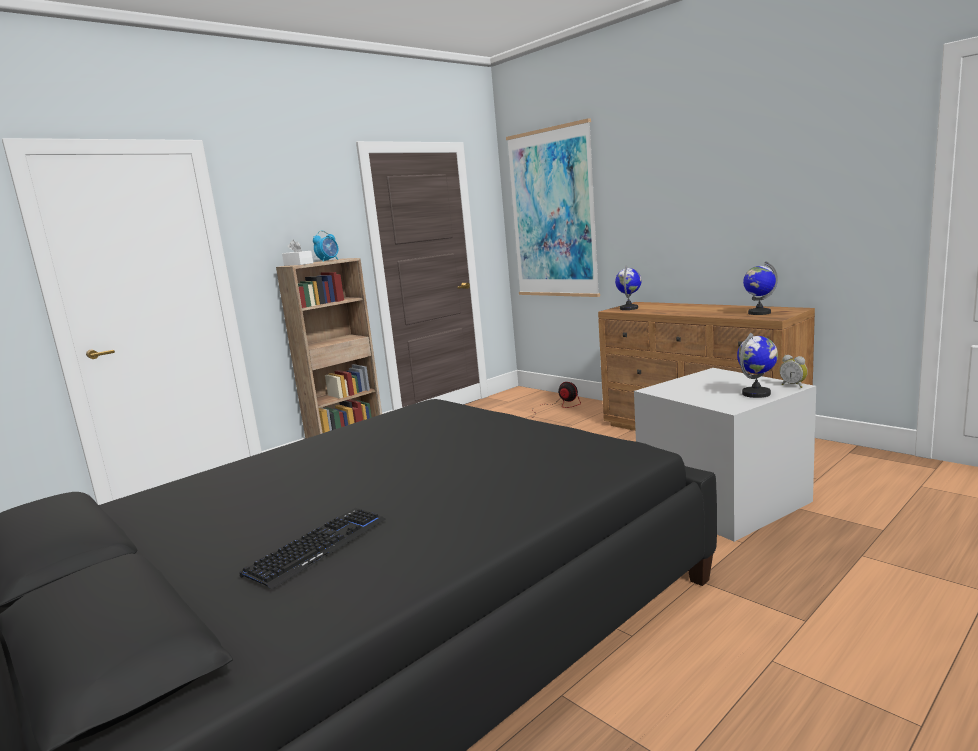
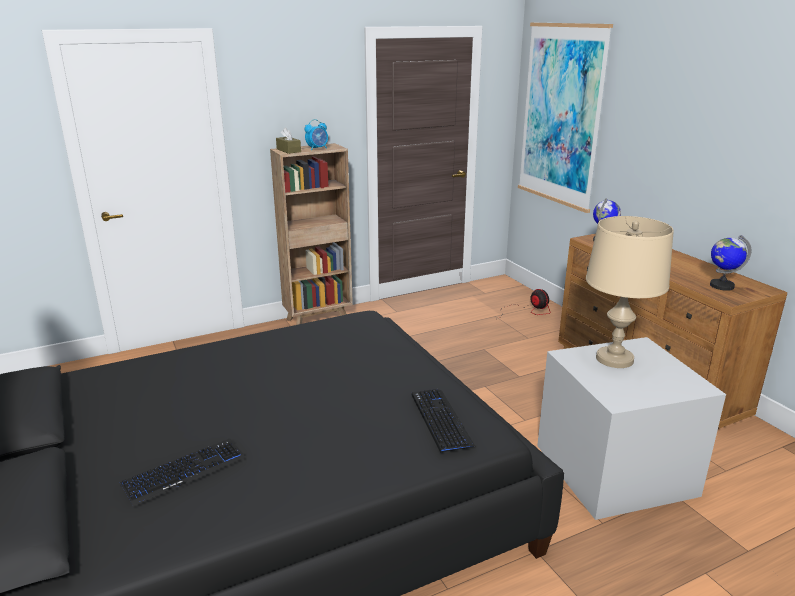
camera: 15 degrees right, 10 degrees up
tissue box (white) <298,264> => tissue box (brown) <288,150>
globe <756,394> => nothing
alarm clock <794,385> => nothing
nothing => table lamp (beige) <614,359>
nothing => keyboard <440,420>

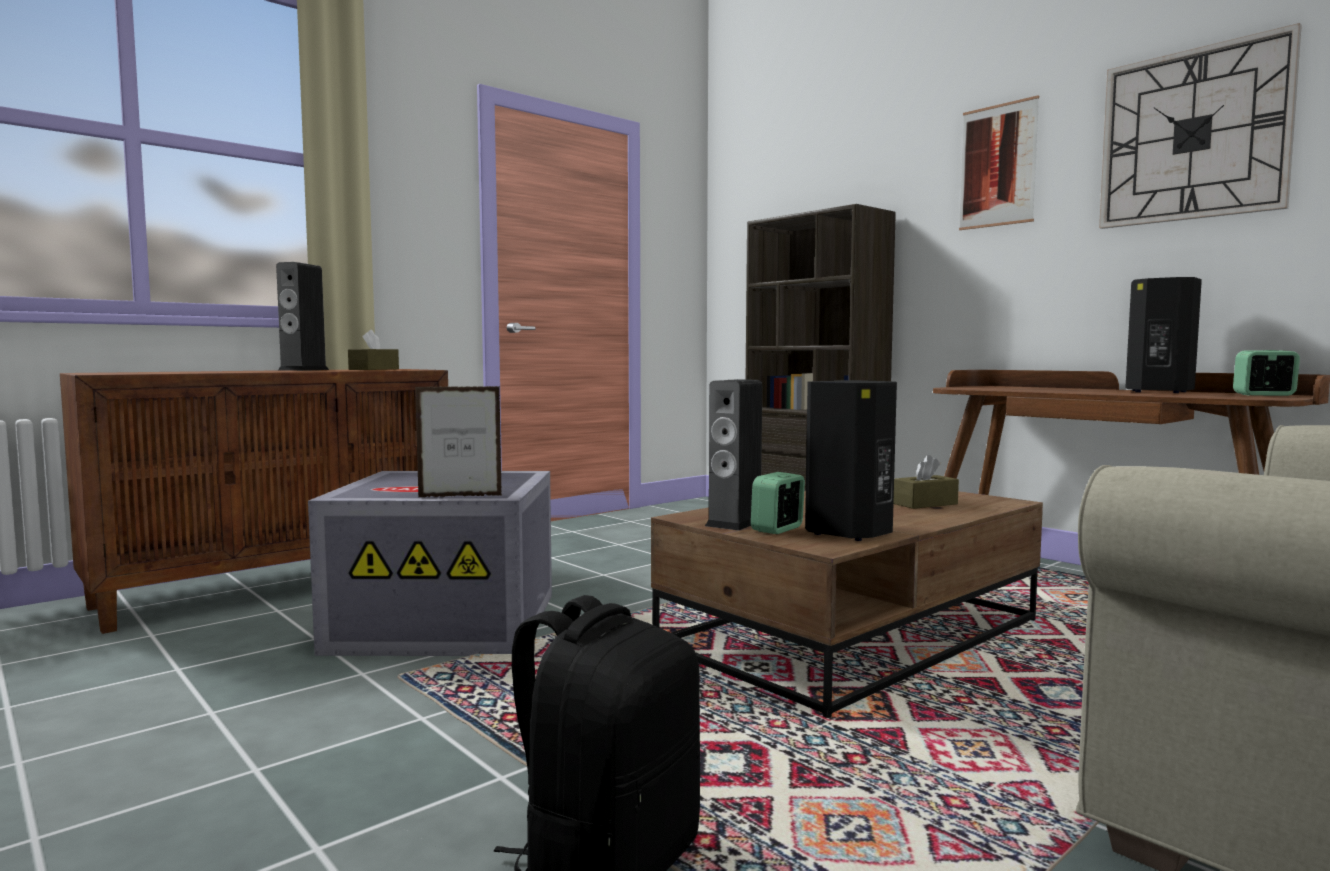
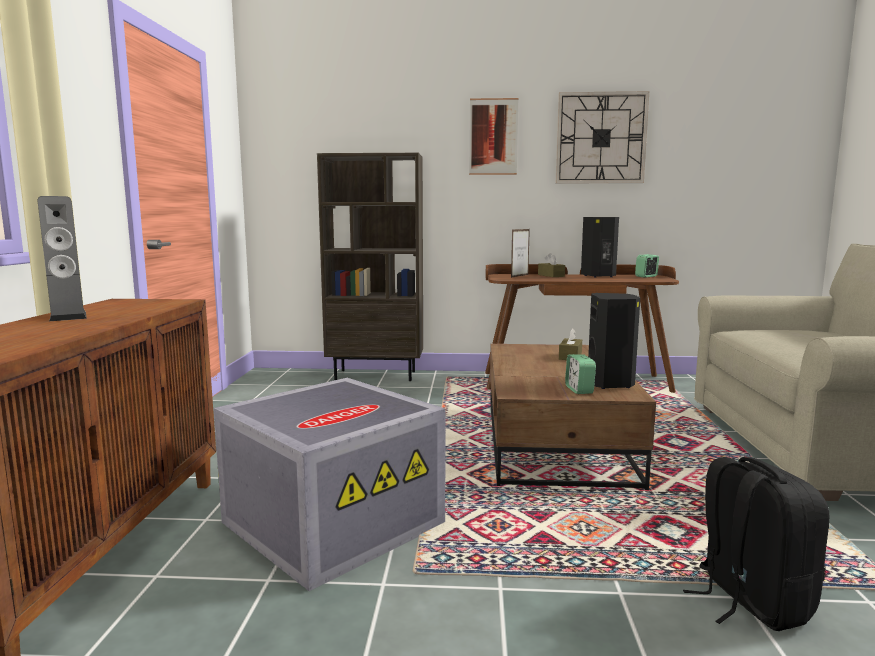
camera: 45 degrees left, 5 degrees up
tissue box (brown) <374,369> => tissue box (brown) <551,275>, moved
speaker <735,523> => nothing
picture frame <460,496> => picture frame <519,276>, moved

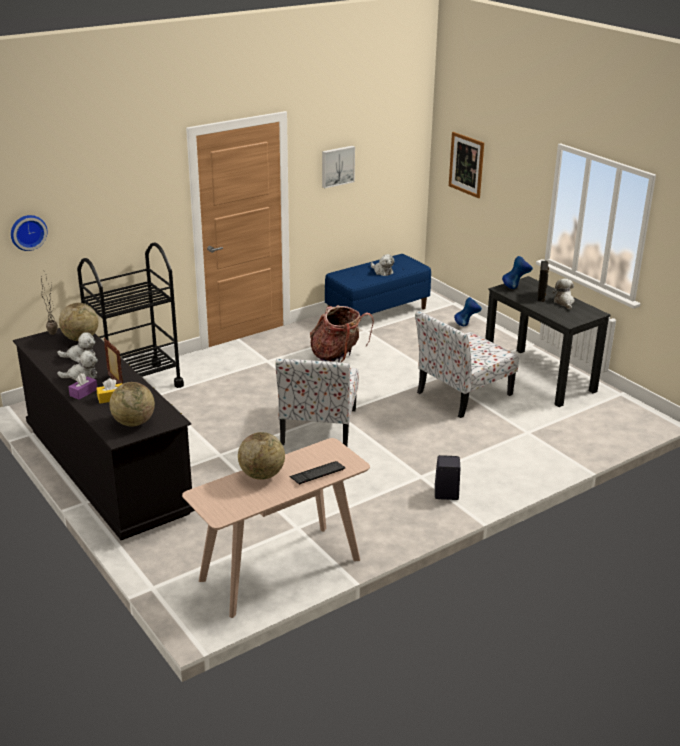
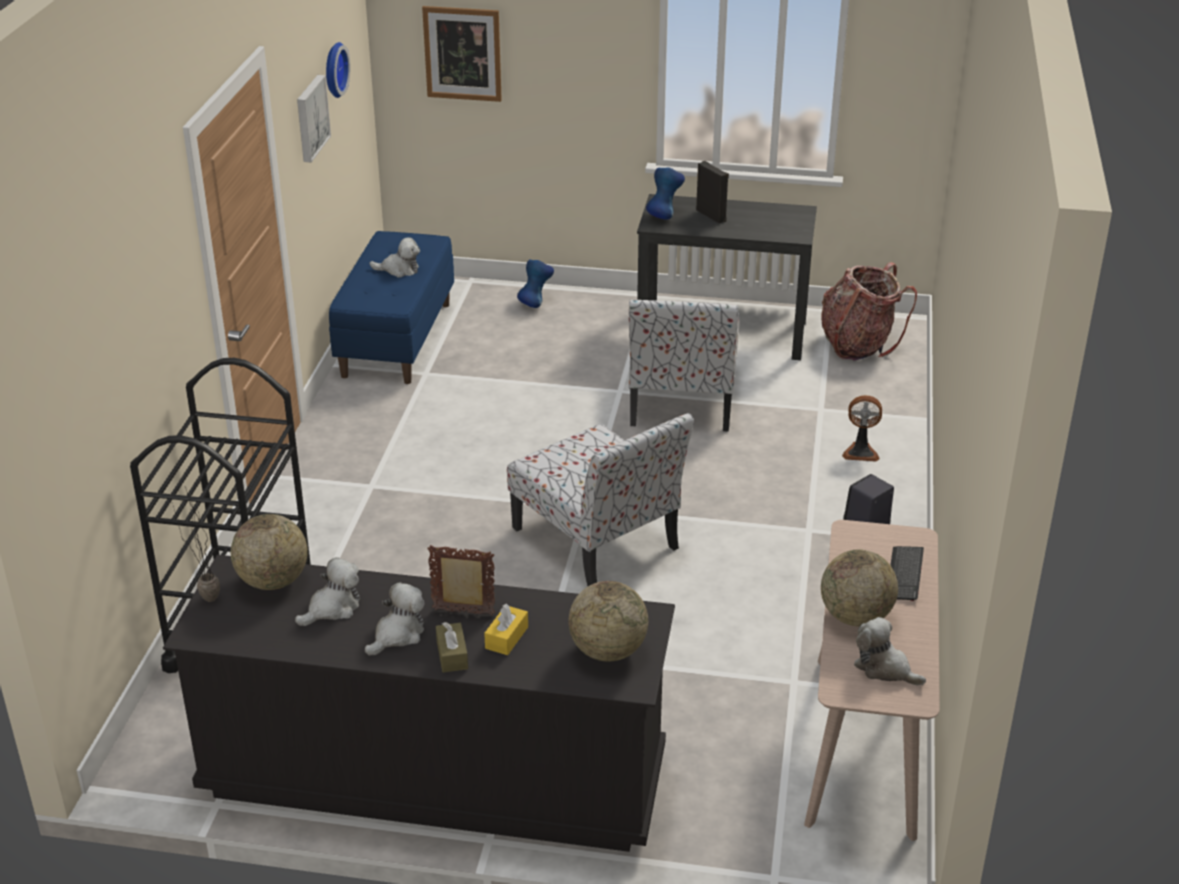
camera: 45 degrees left, 5 degrees up
wall clock <27,232> => wall clock <333,69>, moved
plush toy <564,302> => plush toy <884,668>, moved
backpack <338,355> => backpack <858,345>, moved
tissue box (purple) <83,392> => tissue box (brown) <452,655>
nothing => fan <860,452>

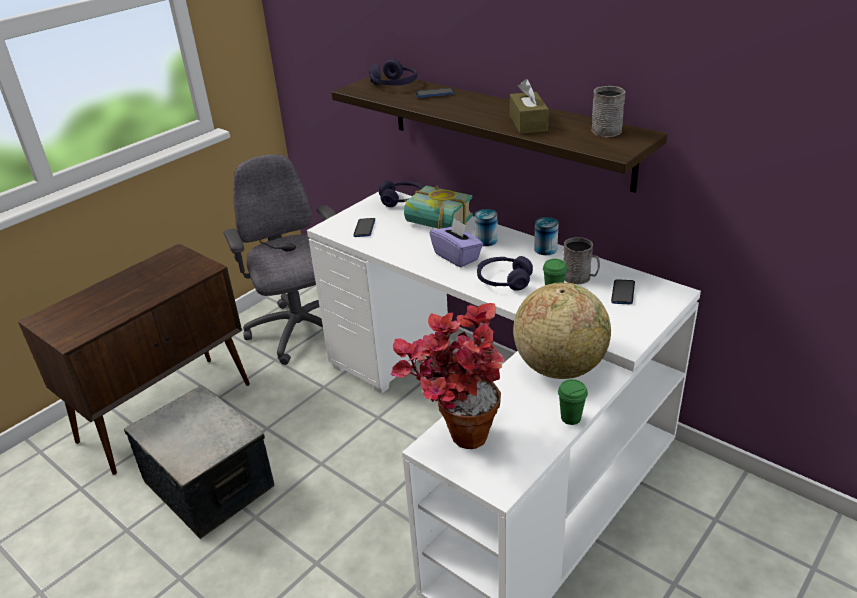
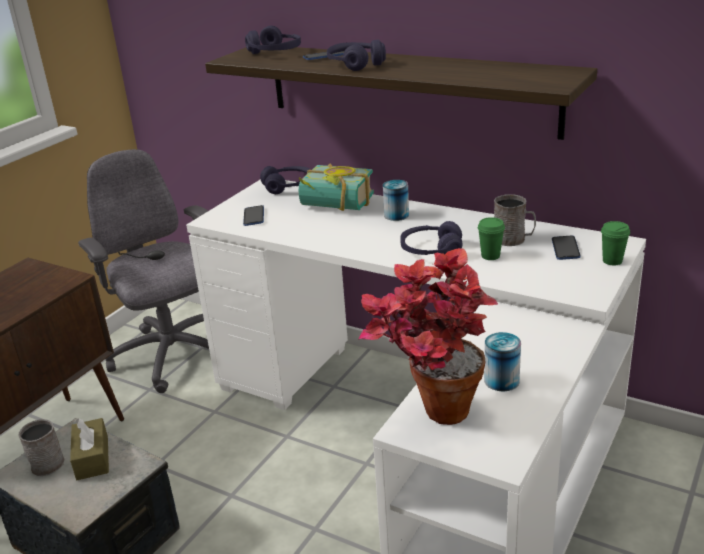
camera: 10 degrees left, 5 degrees down
tissue box (brown) <528,123> => tissue box (brown) <92,458>, moved
mug (grey) <605,129> => mug (grey) <48,461>, moved
can <545,249> => can <501,380>, moved
tissue box (purple) <457,256> => nothing
globe <559,367> => nothing
cup (green) <571,418> => cup (green) <612,261>, moved
nothing => headphones (purple) <356,64>

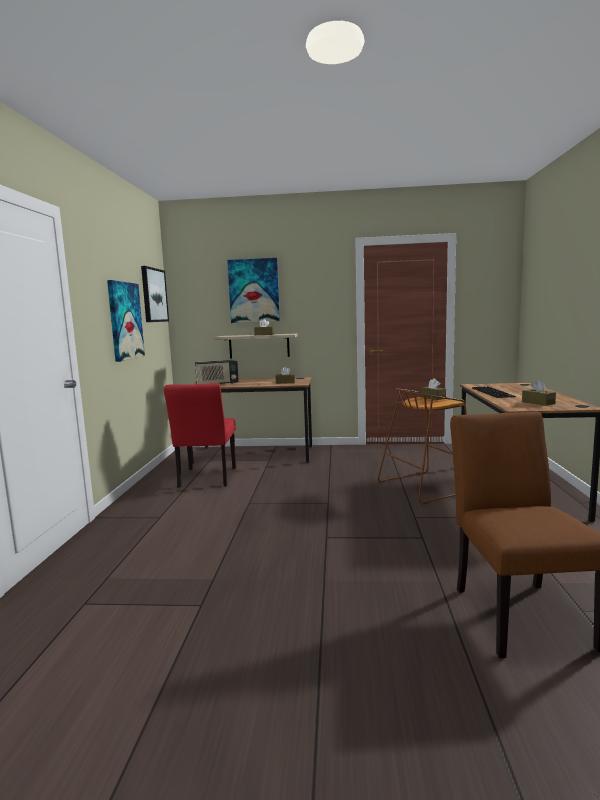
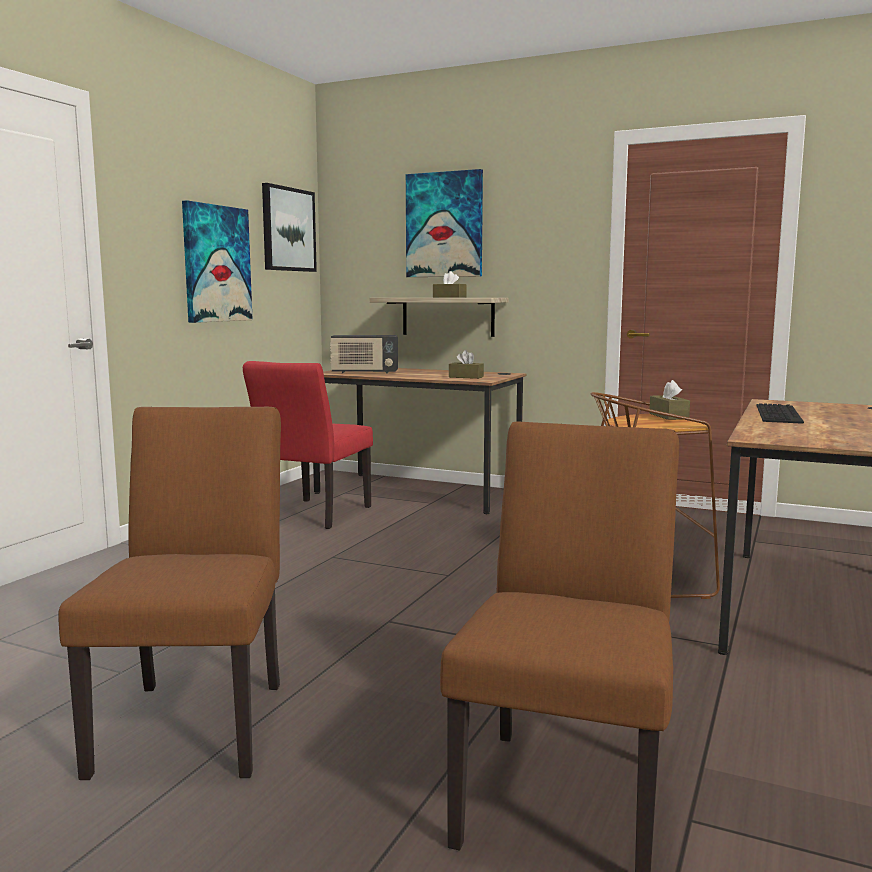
camera: 20 degrees right, 0 degrees up
tissue box (brown) <538,403> => nothing
nothing => chair (brown) <197,718>

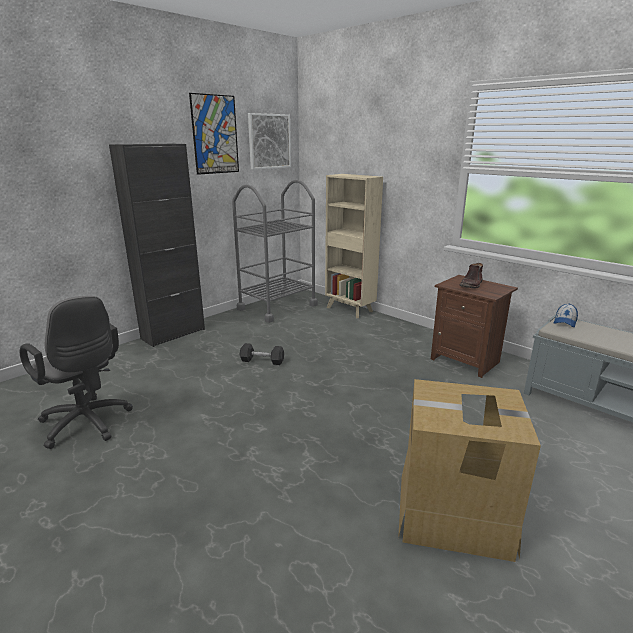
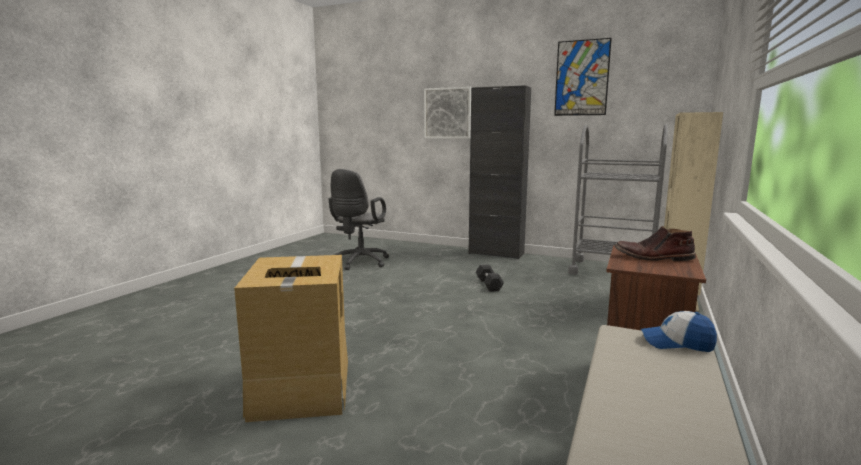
camera: 70 degrees right, 10 degrees down
picture <269,141> => picture <447,113>, moved

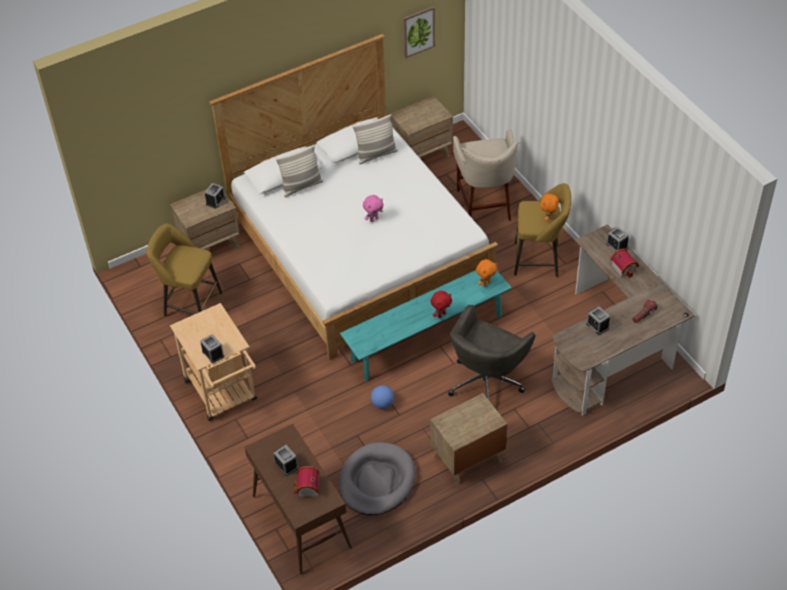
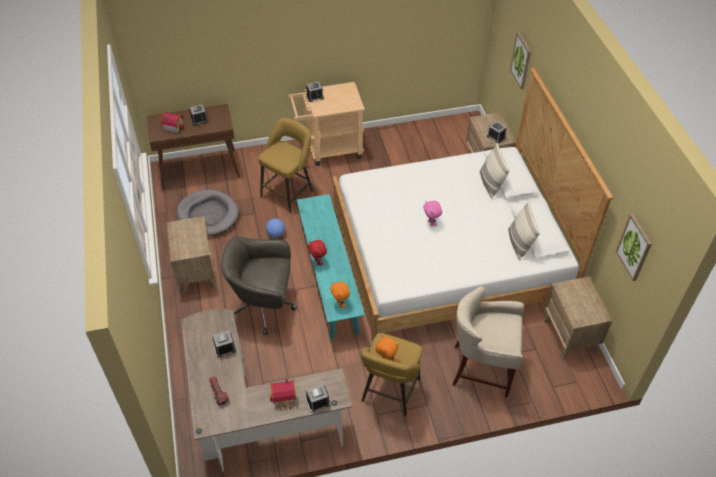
camera: 105 degrees right, 0 degrees up
stool (yellow) <190,304> => stool (yellow) <288,192>, moved
office chair (grey) <487,382> => office chair (grey) <263,307>, 45 degrees counterclockwise
nothing => picture <521,60>

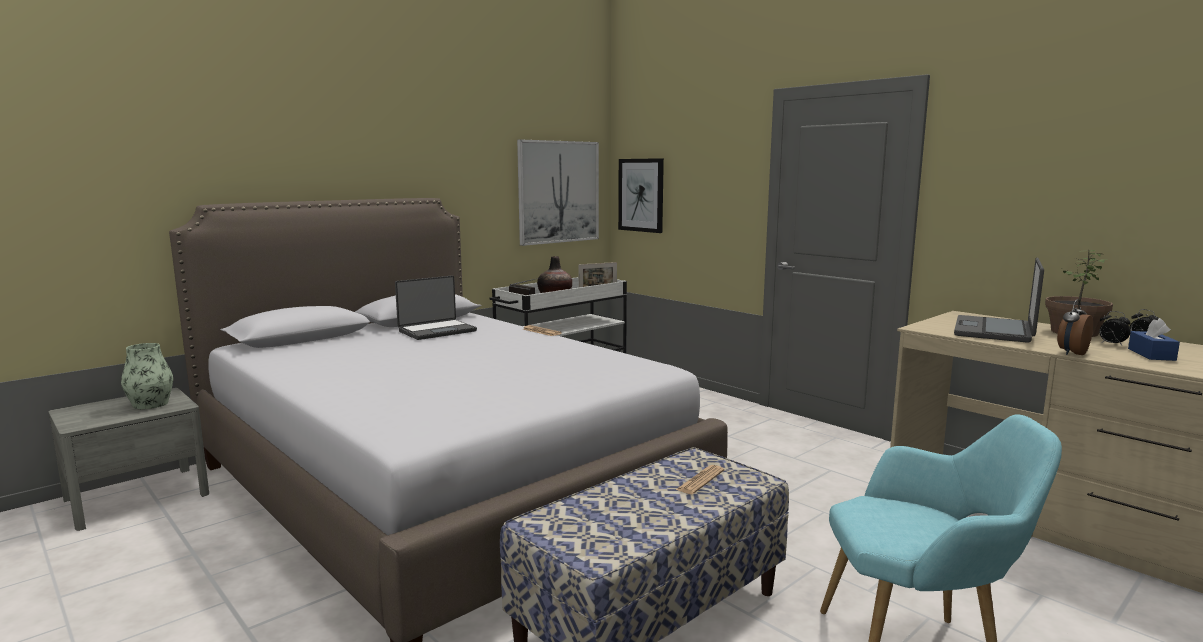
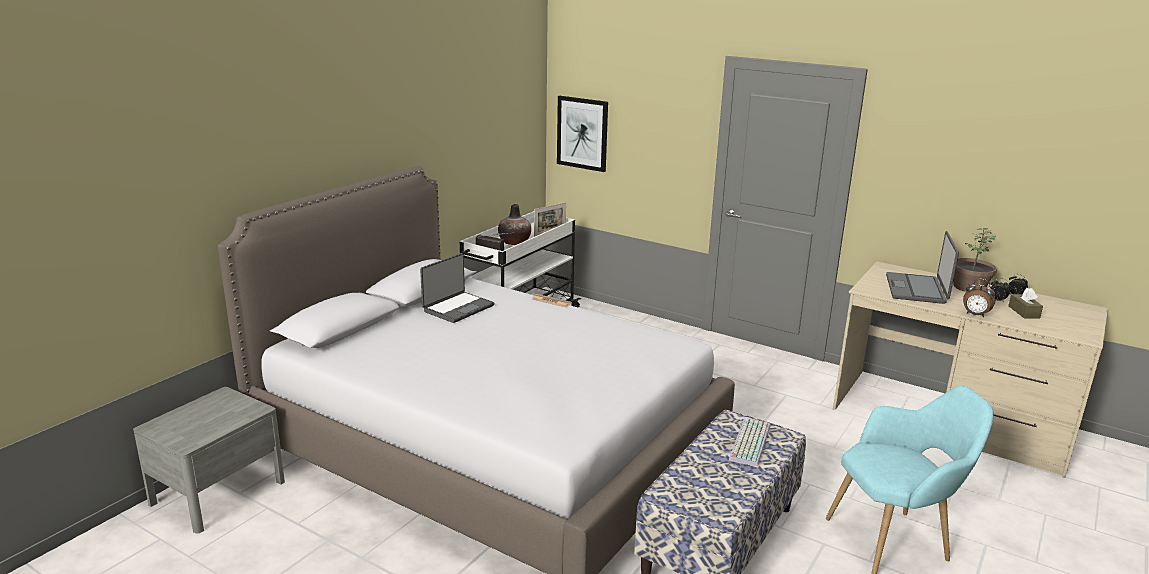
camera: 15 degrees left, 10 degrees up
picture <558,192> => nothing
alarm clock <1071,353> => alarm clock <975,315>, 90 degrees counterclockwise
tissue box (blue) <1151,354> => tissue box (brown) <1023,312>
vase <151,404> => nothing
newspaper <700,480> => keyboard <748,441>

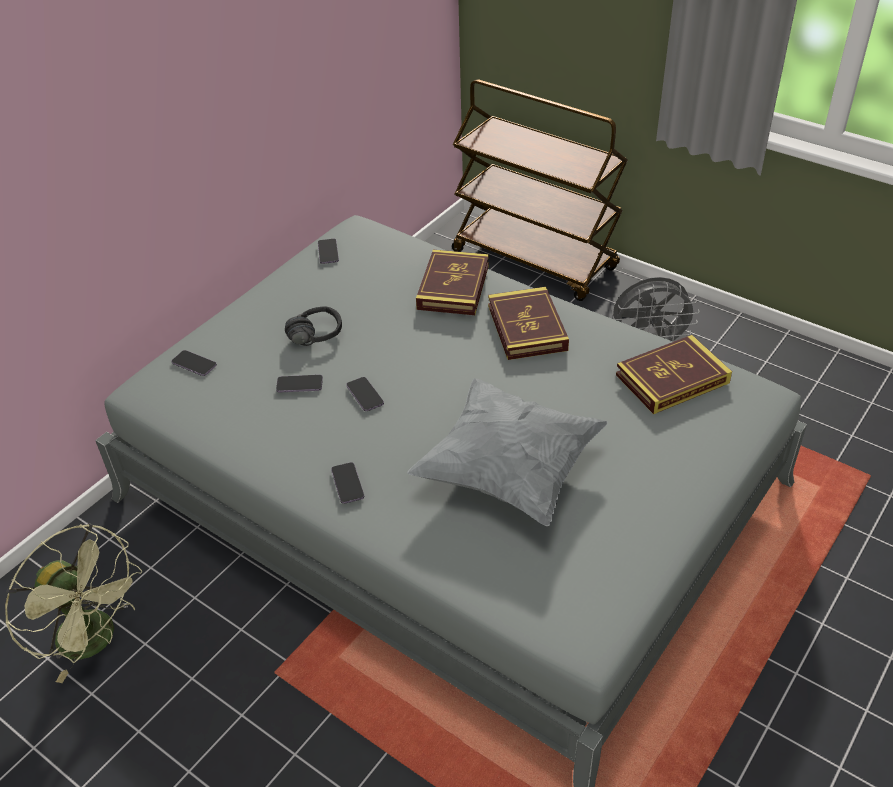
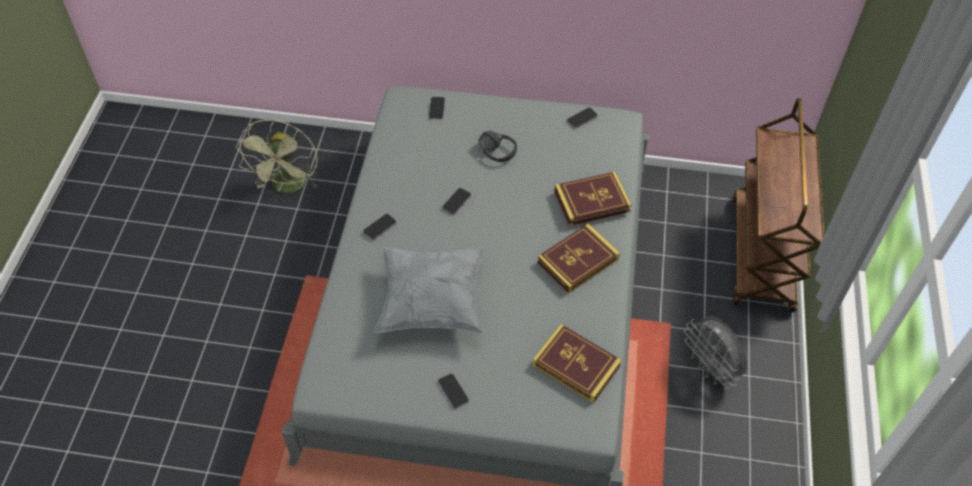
camera: 60 degrees right, 10 degrees up
phone <299,385> => phone <453,391>, moved

